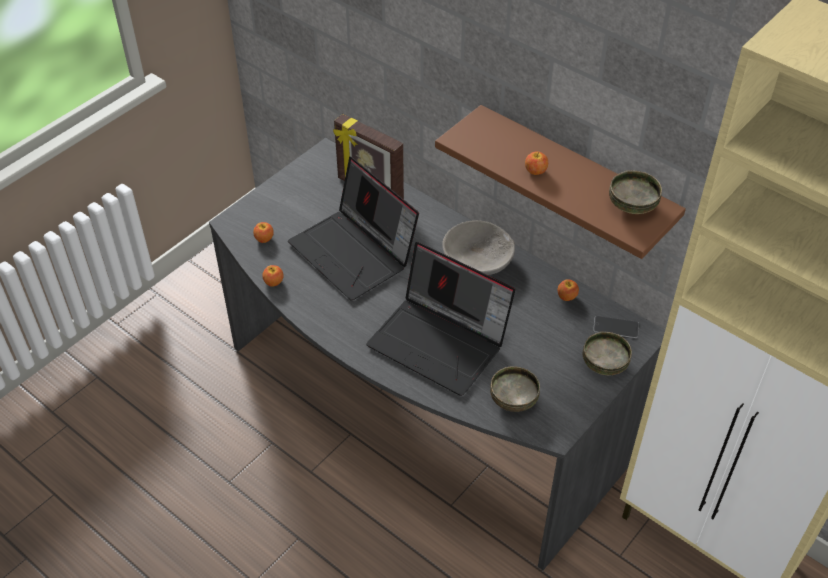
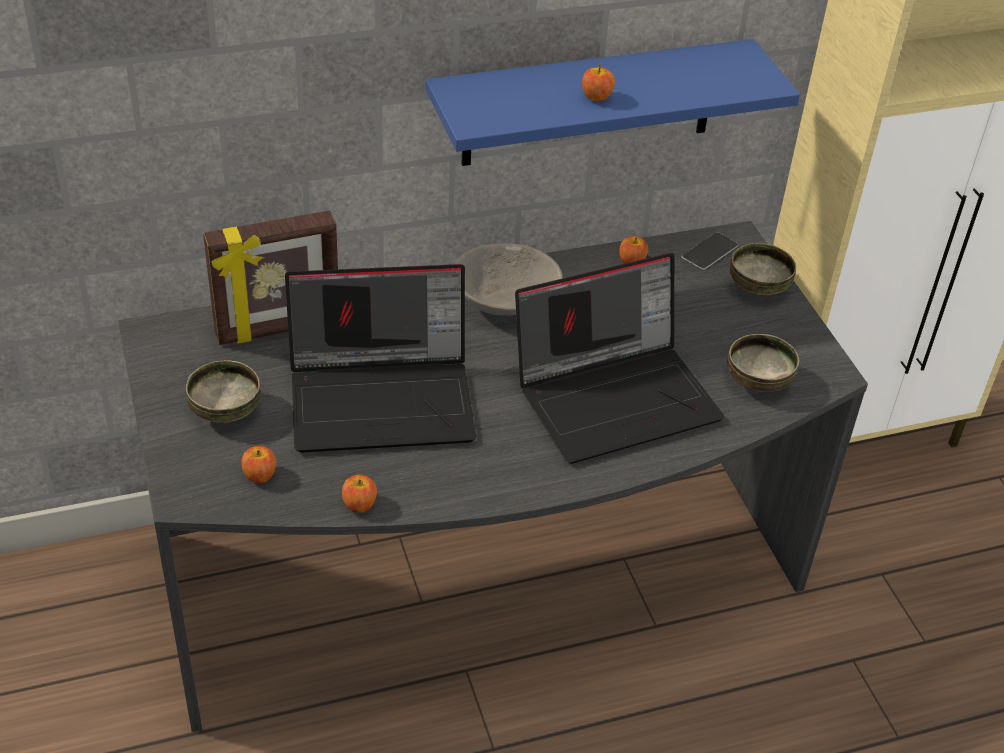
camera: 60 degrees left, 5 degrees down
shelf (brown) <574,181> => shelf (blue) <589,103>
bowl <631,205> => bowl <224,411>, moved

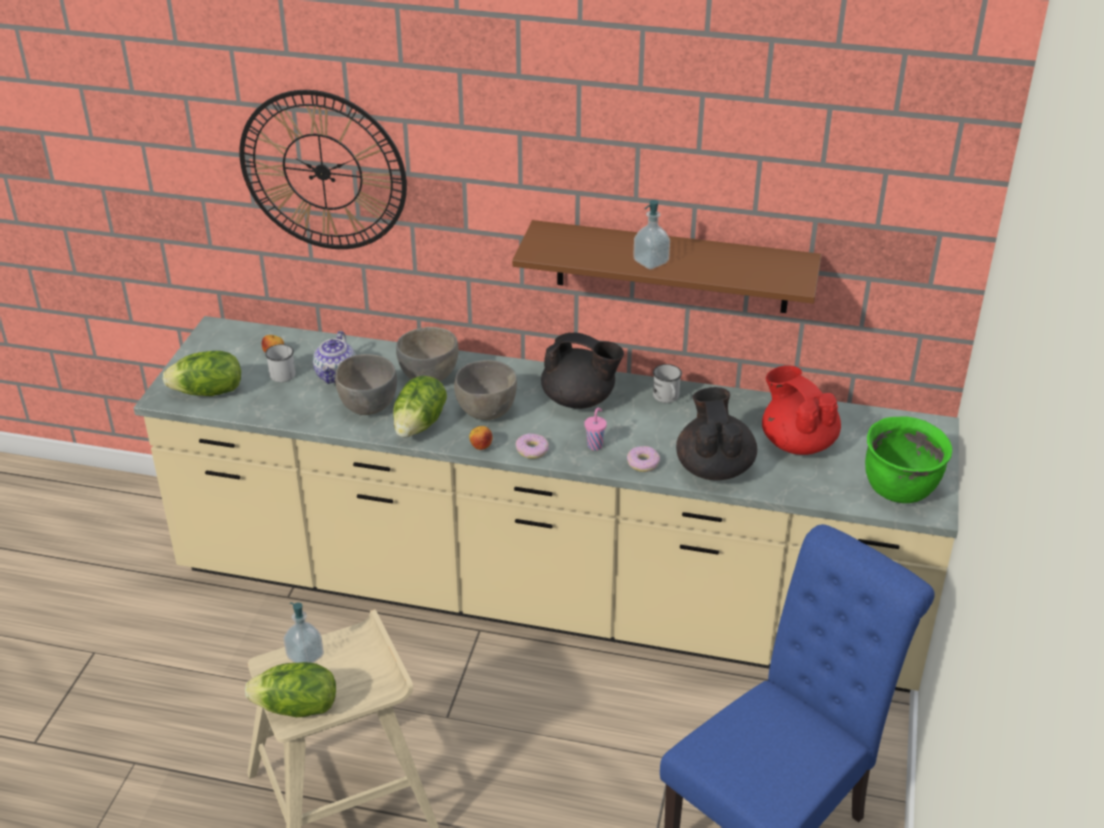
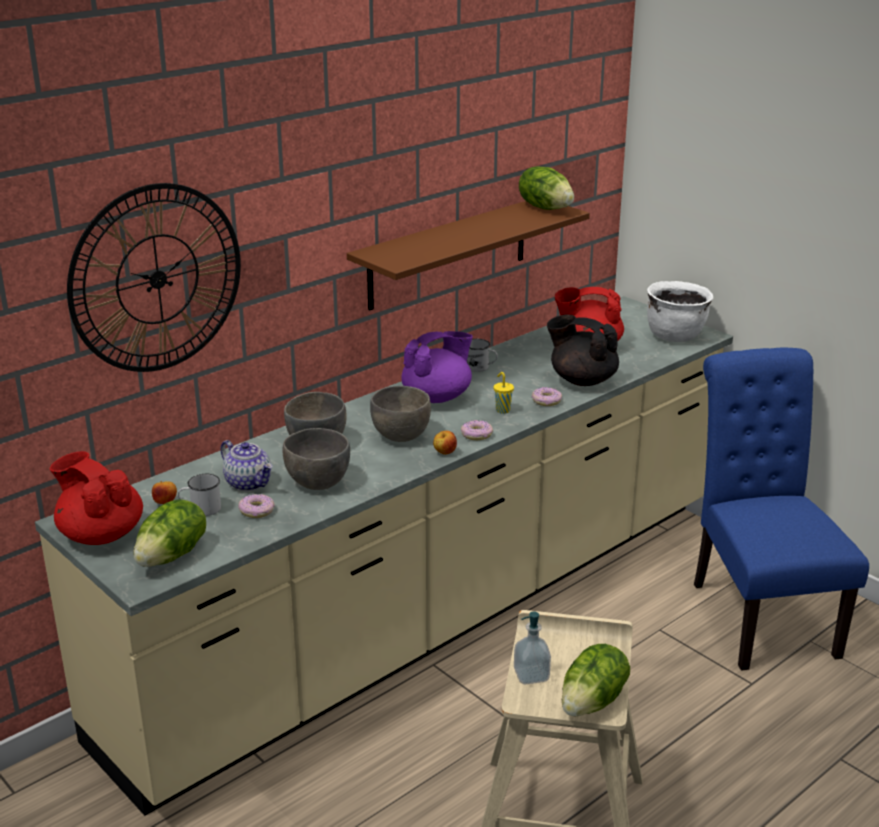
camera: 55 degrees left, 10 degrees down
soap dispenser <651,262> => nothing
teapot (black) <579,400> => teapot (purple) <437,397>
lettuce <420,424> => lettuce <546,207>, moved
cup (pink) <595,445> => cup (yellow) <502,410>
cooking pot (green) <900,489> => cooking pot (white) <675,336>
nothing => teapot (red) <101,534>
nothing => donut <257,511>

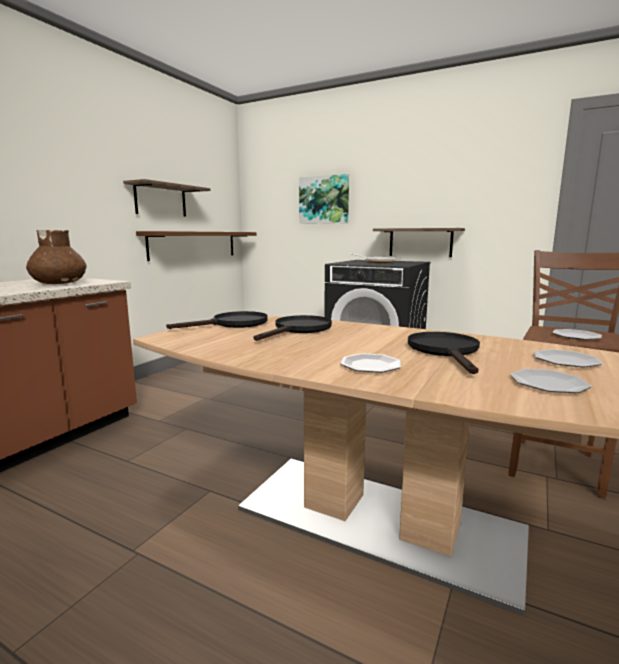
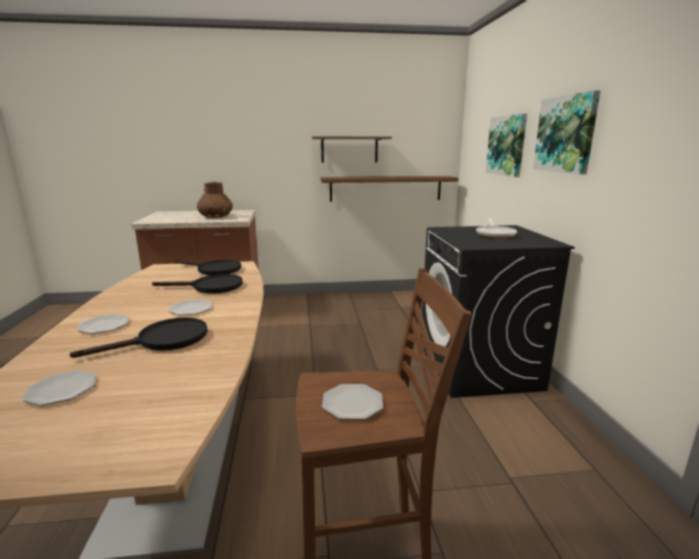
camera: 55 degrees right, 5 degrees up
shelf <420,242> => nothing
plate <566,361> => plate <191,309>, moved
nothing => picture <566,134>

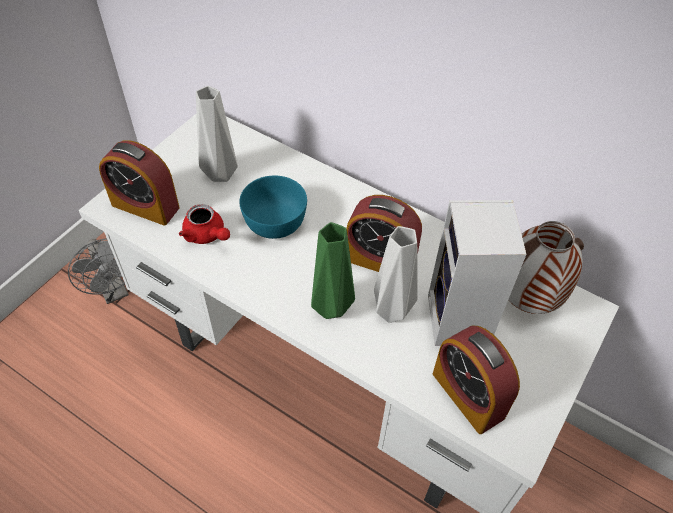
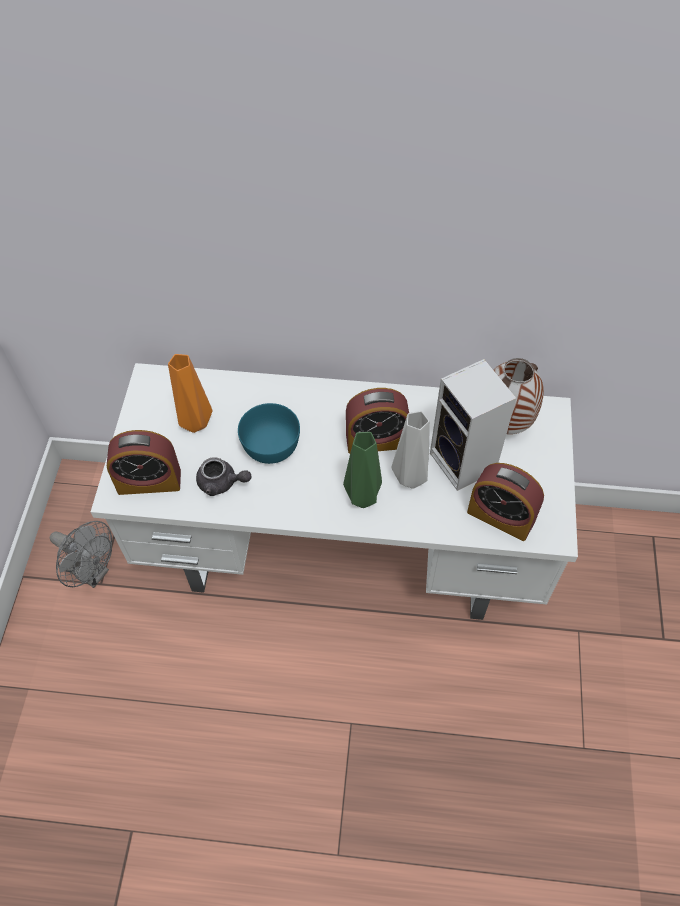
camera: 25 degrees left, 5 degrees up
vase (grey) <219,175> => vase (orange) <194,424>
teapot (red) <207,235> => teapot (grey) <222,483>

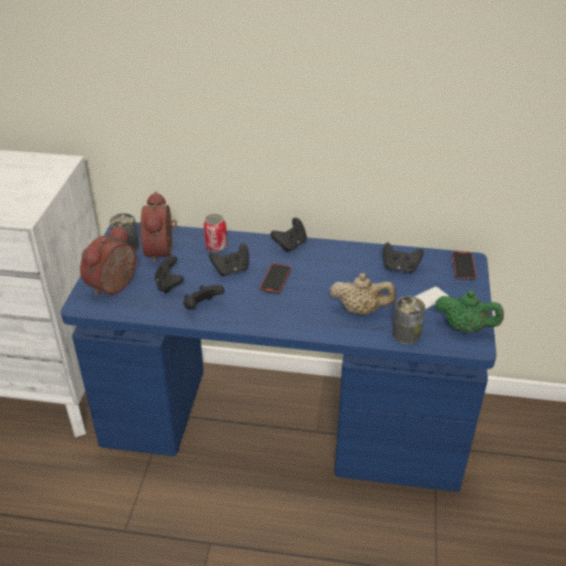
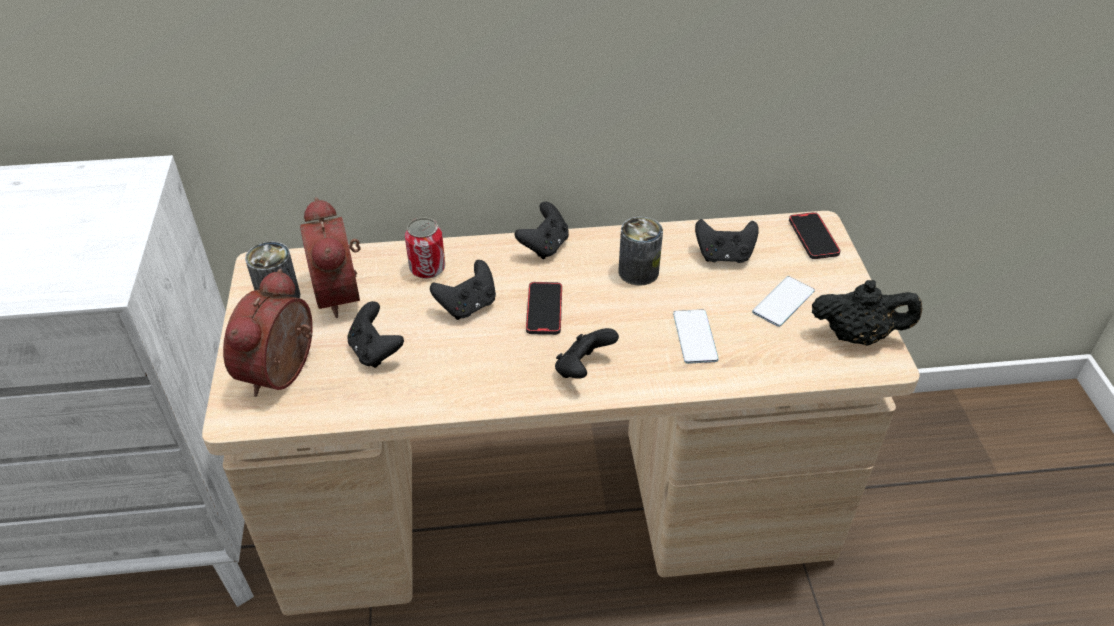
camera: 15 degrees left, 5 degrees up
desk (blue) <283,426> => desk (beige) <556,513>
teapot (beige) <361,310> => phone <695,336>
game controller (black) <202,307> => game controller (black) <583,369>, moved
teapot (green) <465,328> => teapot (black) <857,336>
can <406,334> => can <638,271>, moved

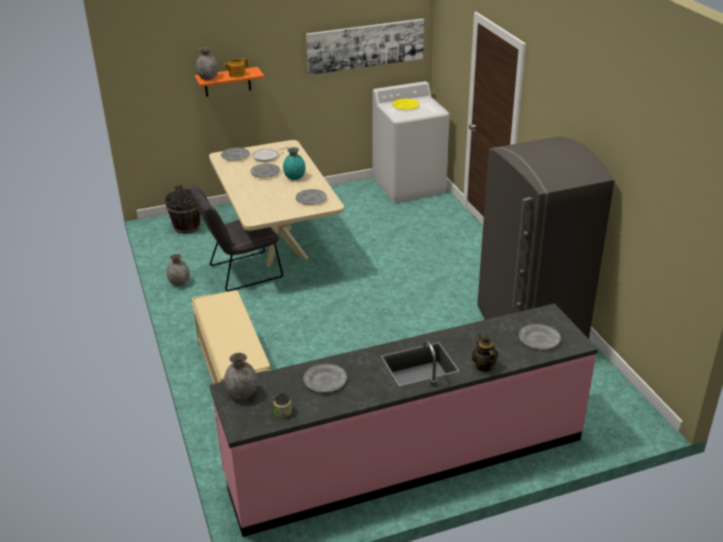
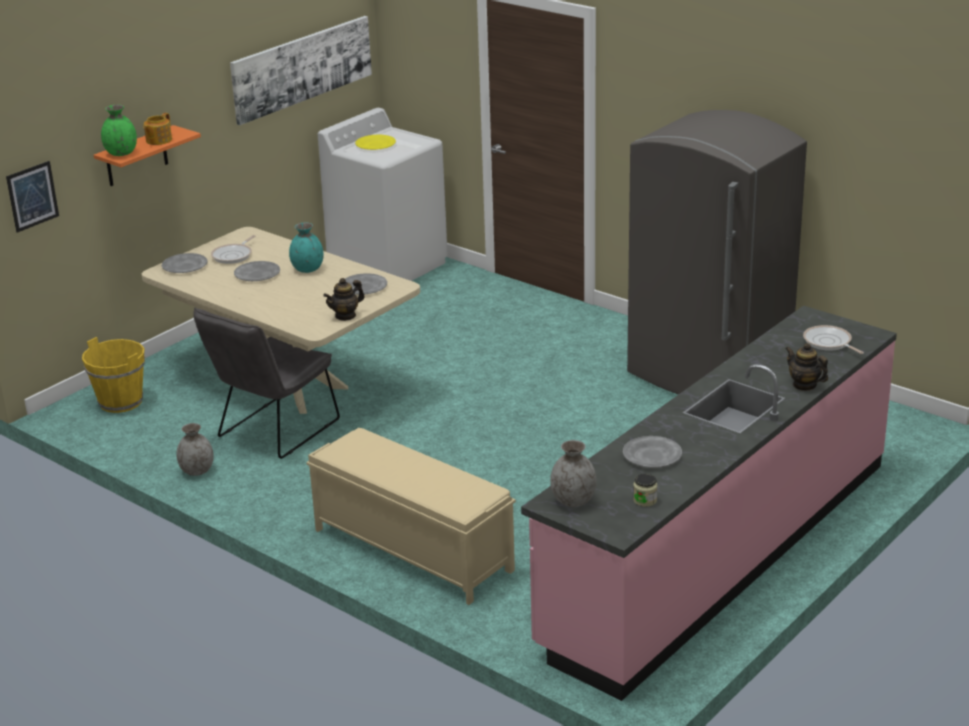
camera: 30 degrees left, 5 degrees down
vase (grey) <208,78> => vase (green) <121,153>
bucket (brown) <187,227> => bucket (yellow) <121,402>
plate (grey) <539,339> => frying pan <829,343>
nothing => picture <32,196>
nothing => teapot <345,316>

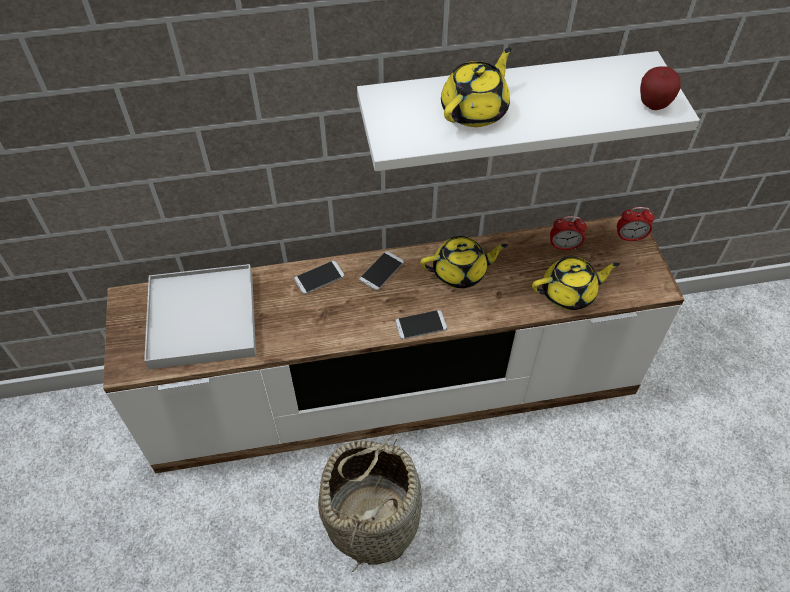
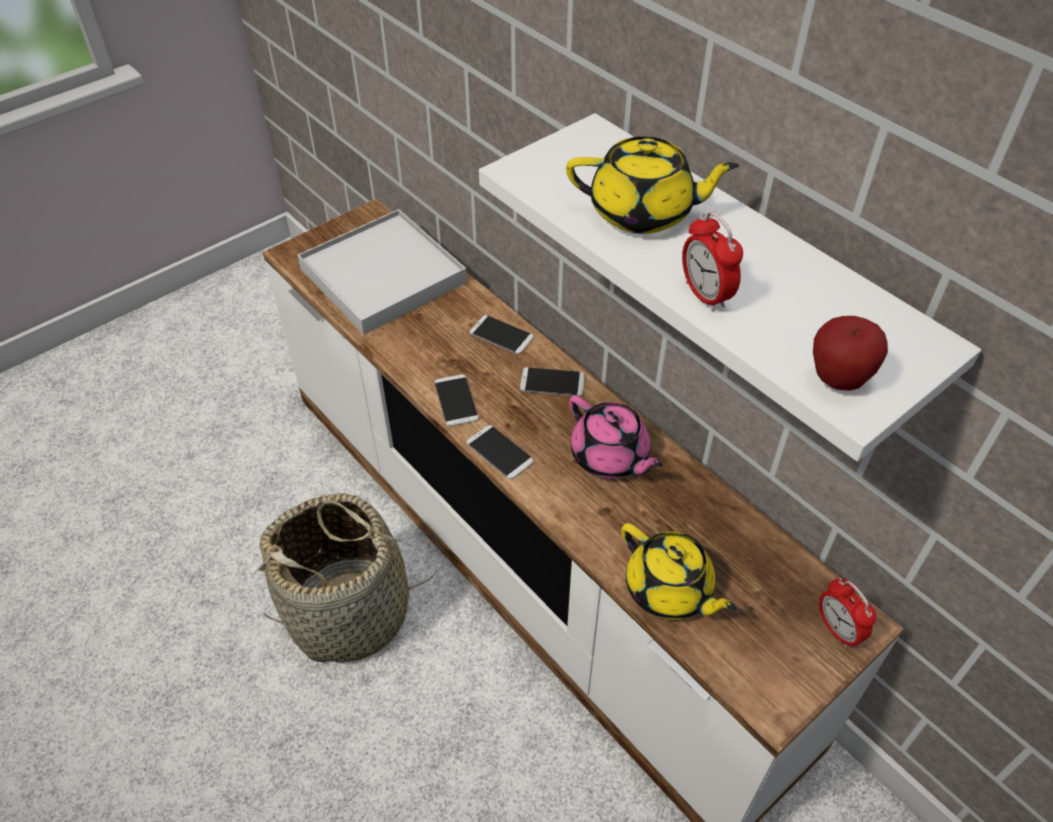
camera: 60 degrees right, 5 degrees down
alarm clock <564,246> => alarm clock <705,295>, moved
teapot (yellow) <460,272> => teapot (pink) <610,457>
nothing => phone <456,401>

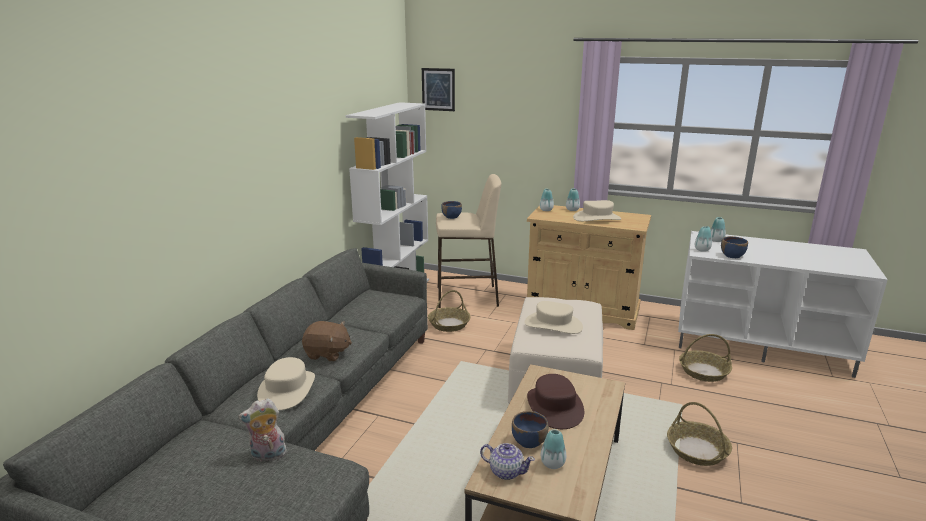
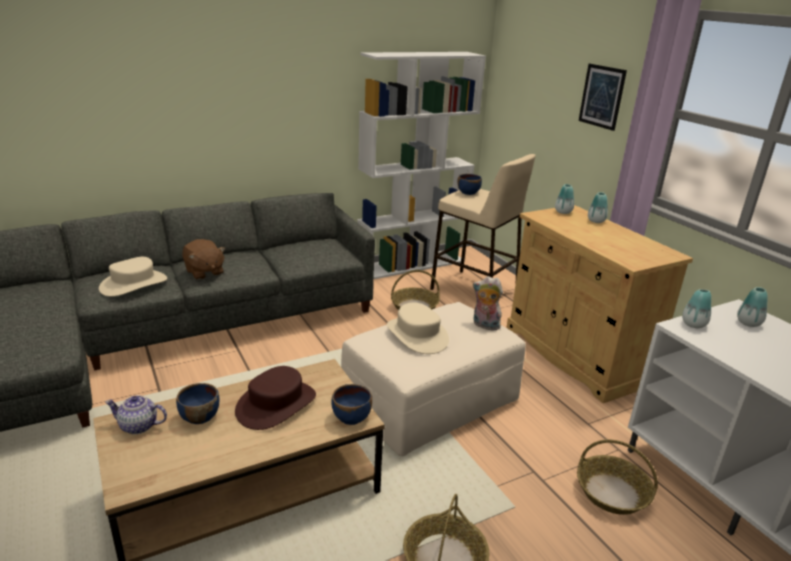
camera: 40 degrees right, 5 degrees up
picture <438,89> => picture <602,96>, moved
hat (beige) <597,218> => nothing
bowl (blue) <732,256> => bowl (blue) <351,417>, moved
plush toy <267,456> => plush toy <484,325>, moved
vase <552,463> => nothing
teapot <506,471> => teapot <139,426>, 120 degrees clockwise

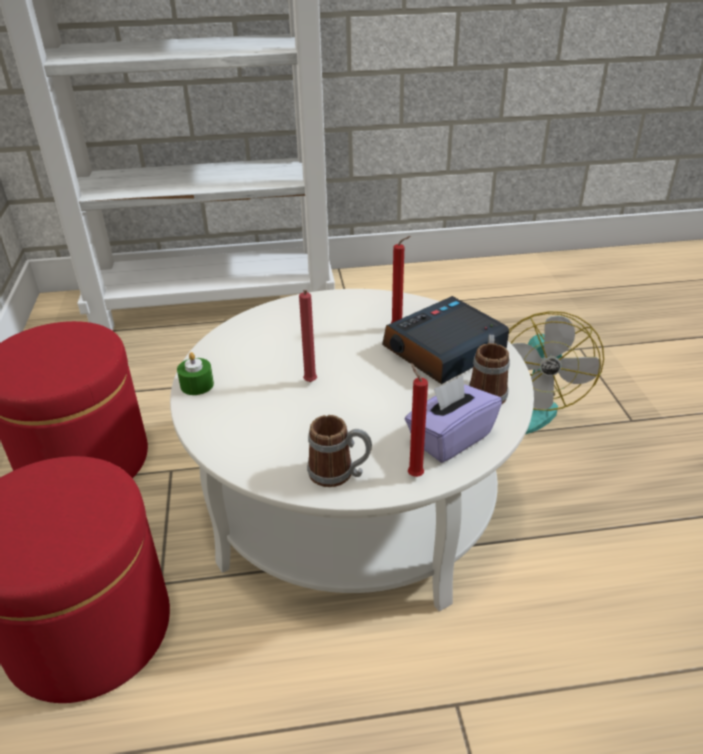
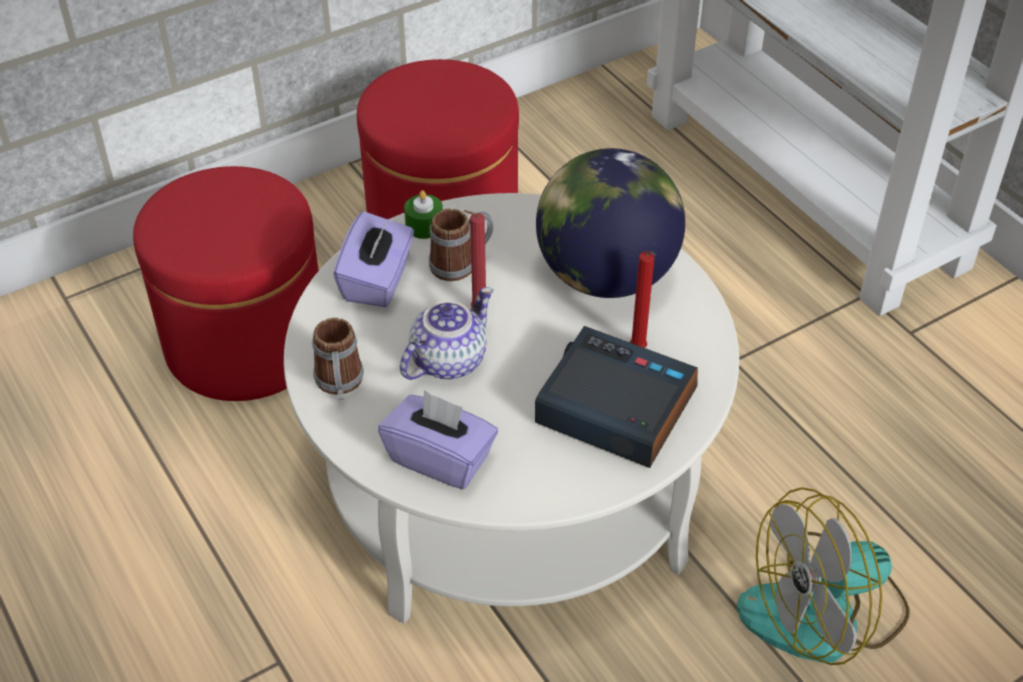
camera: 65 degrees right, 10 degrees up
mug <487,390> => mug <461,264>, moved
candle (red) <414,474> => nothing
nothing => globe <605,276>
nothing => tissue box (purple) <378,281>
nothing => teapot <447,359>

